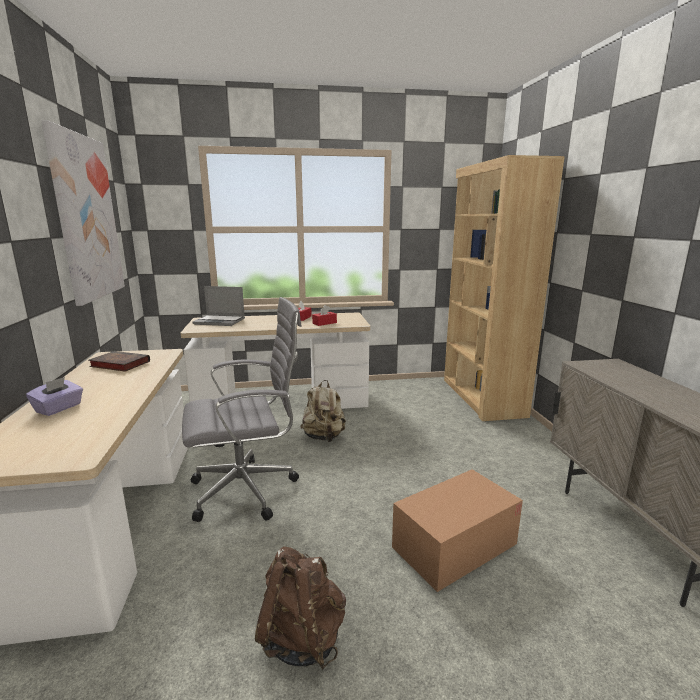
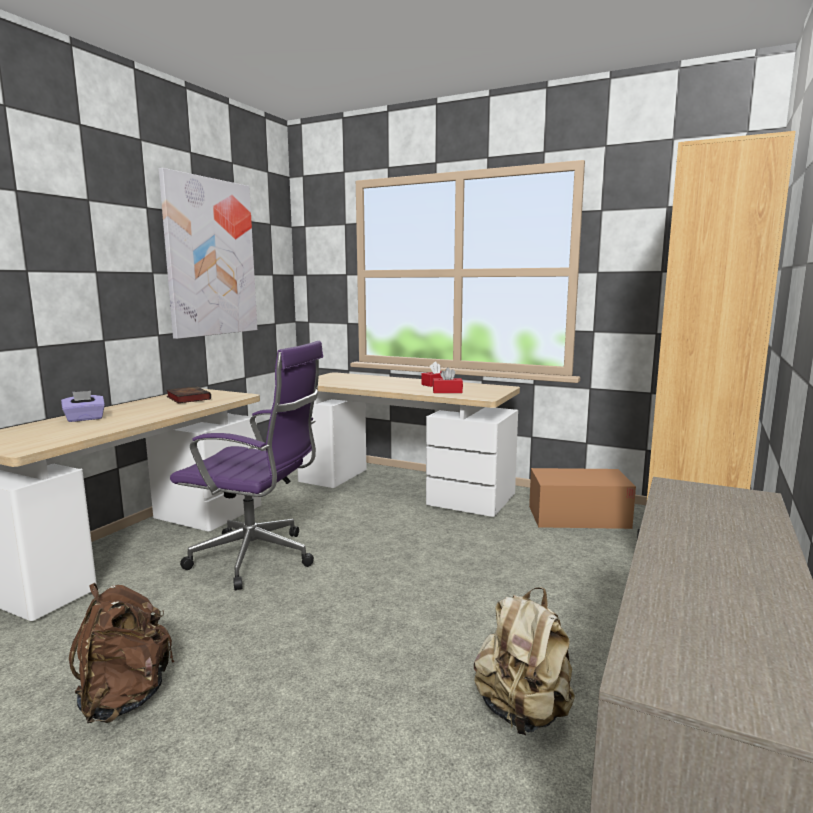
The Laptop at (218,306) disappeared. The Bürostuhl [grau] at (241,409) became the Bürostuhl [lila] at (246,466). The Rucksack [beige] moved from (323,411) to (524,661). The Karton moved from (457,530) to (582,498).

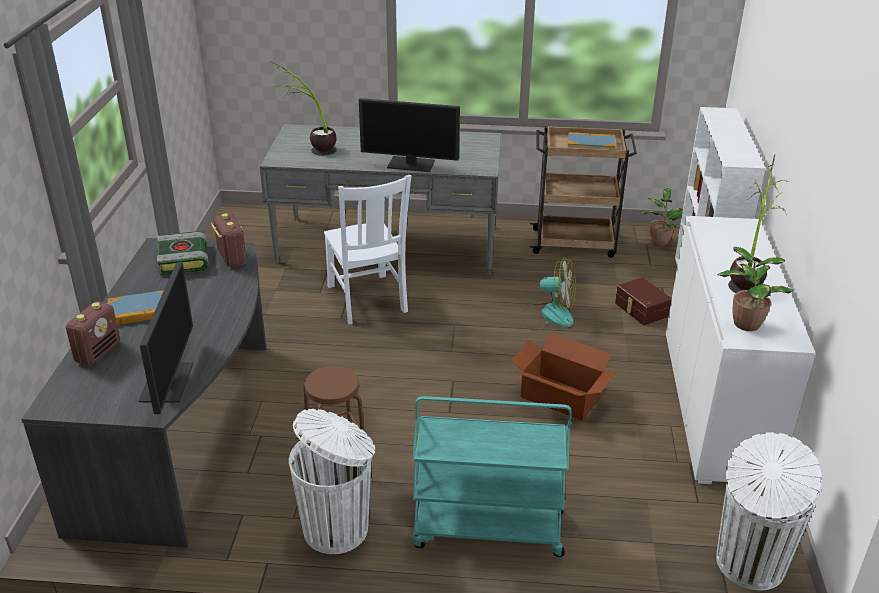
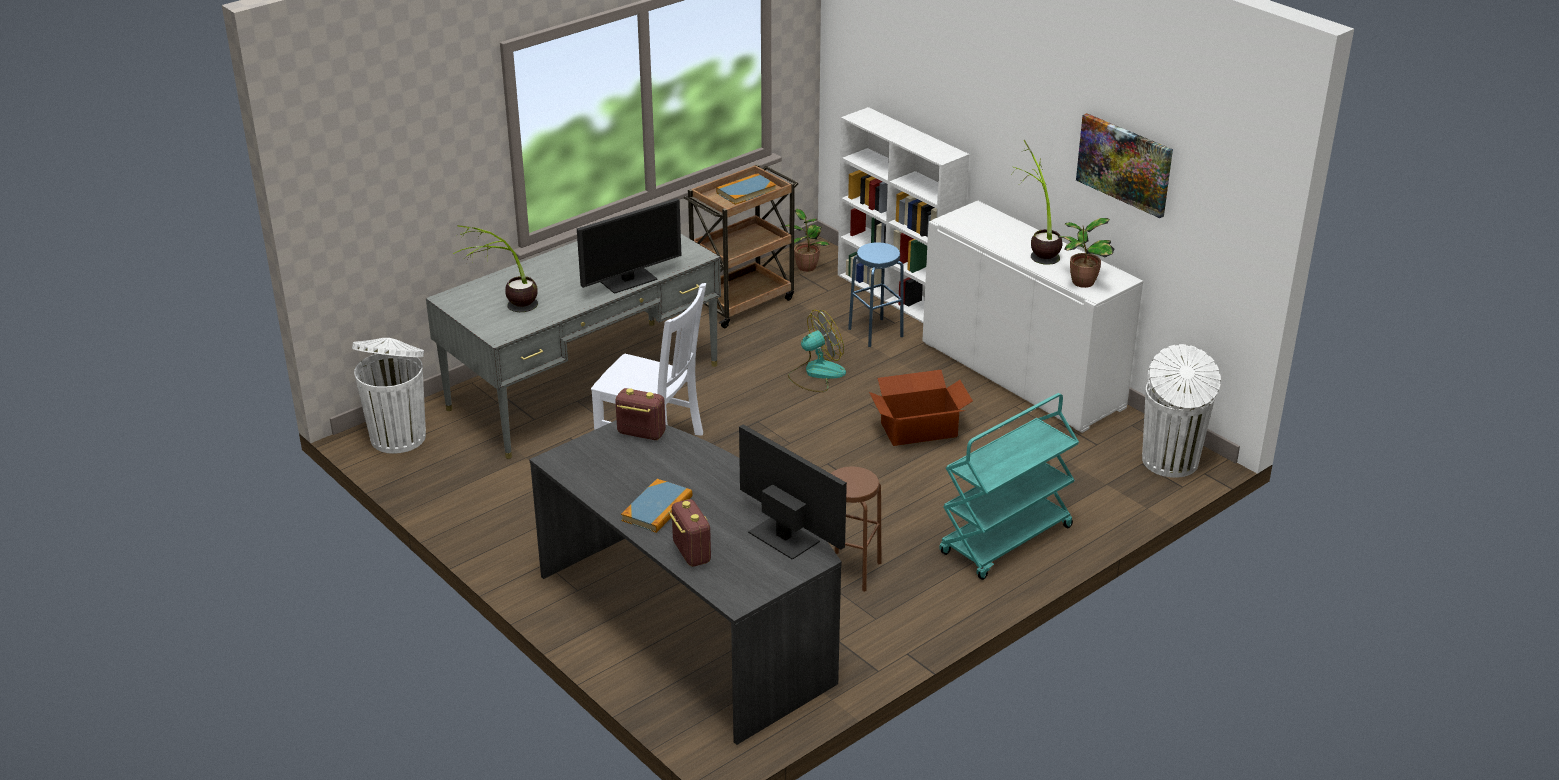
The Buch at (182,253) disappeared. The Aufbewahrungsbox [braun] at (643,301) was replaced by the Hocker [blau] at (875,294). The Mülleimer [weiß] moved from (332,481) to (389,396). The Bild at (1124,165) appeared.

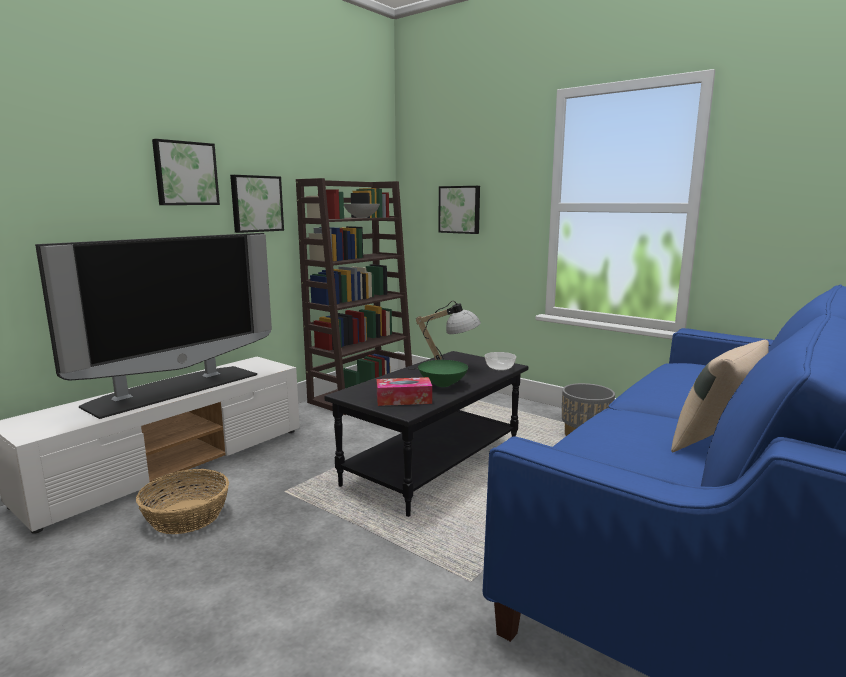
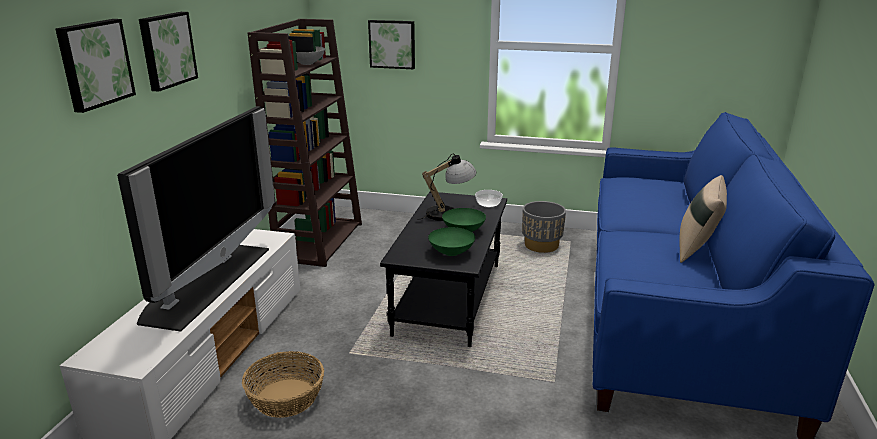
The Bild moved from (257,204) to (95,66). The Taschentuchbox at (404,391) was replaced by the Schüssel [grün] at (451,241).

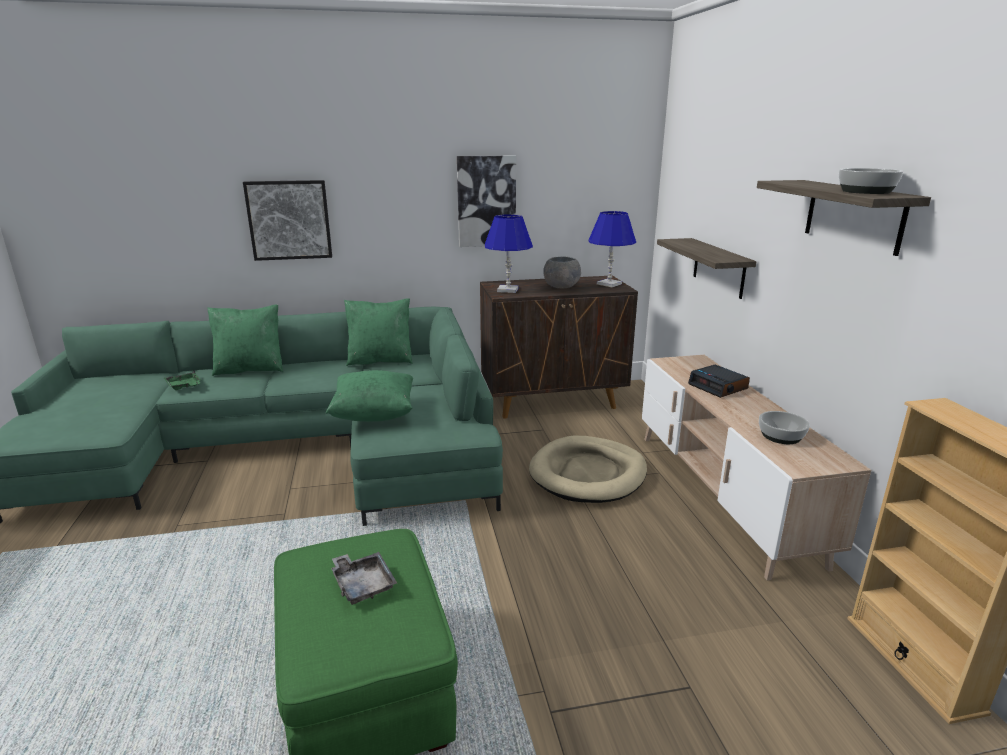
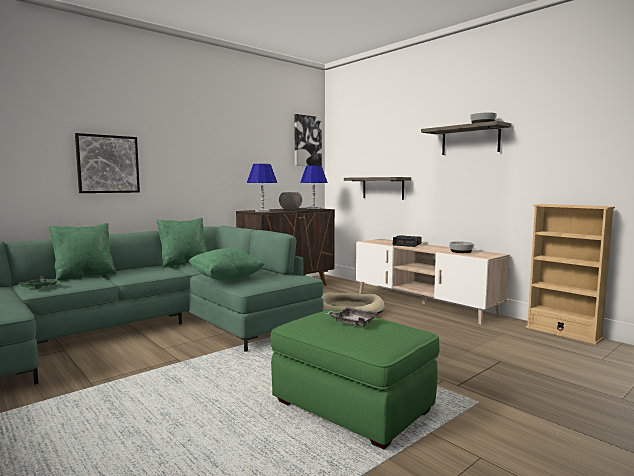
The Bild moved from (486,201) to (308,140).

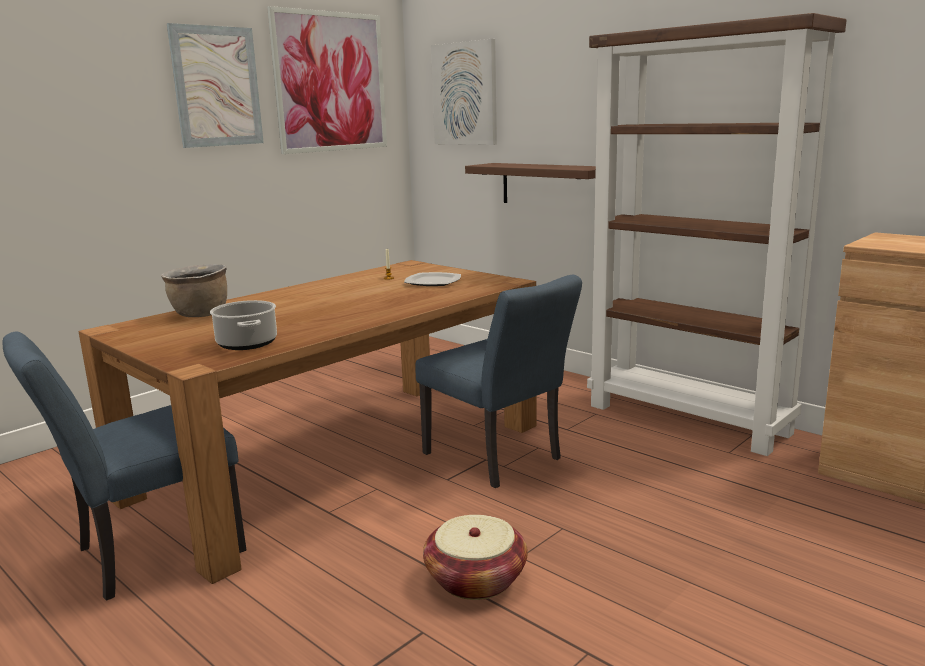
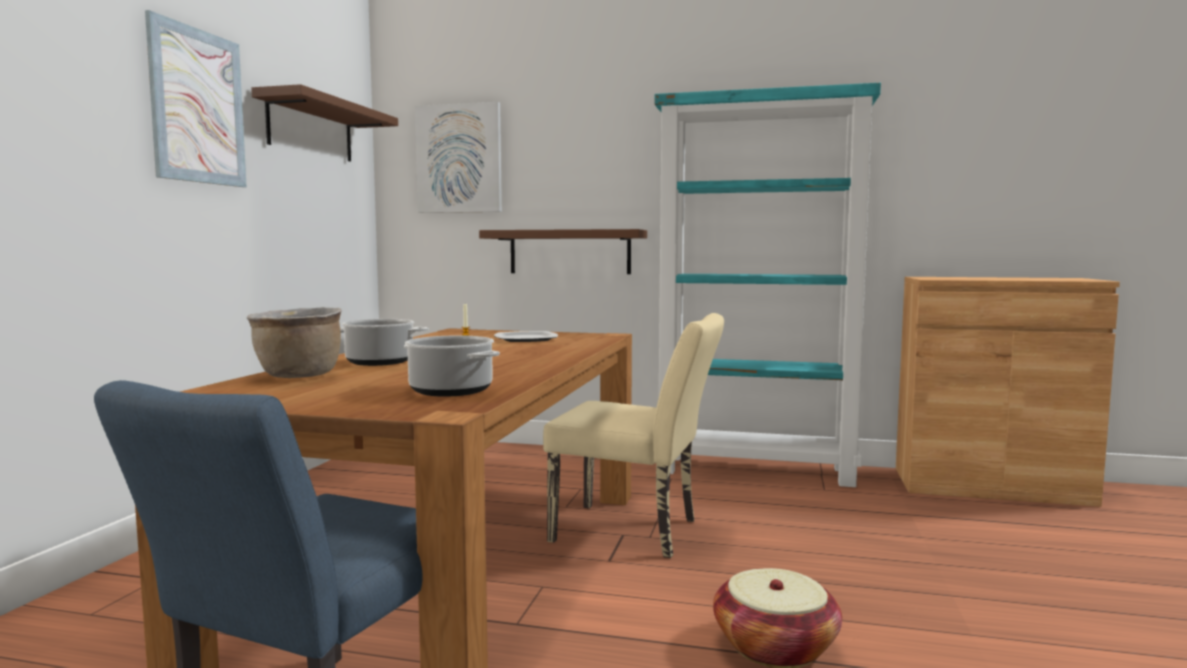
The Bild at (327,80) was replaced by the Wandregal [braun] at (324,122). The Bücherregal [braun] at (717,234) became the Bücherregal [türkis] at (768,285). The Stuhl [blau] at (498,381) became the Stuhl [beige] at (633,435). The Kochtopf at (384,342) appeared.

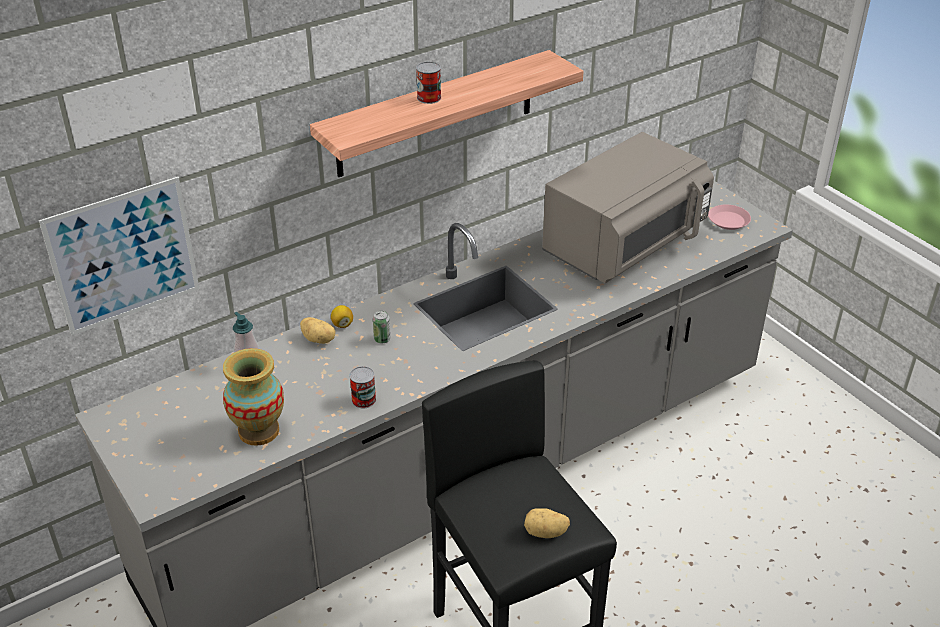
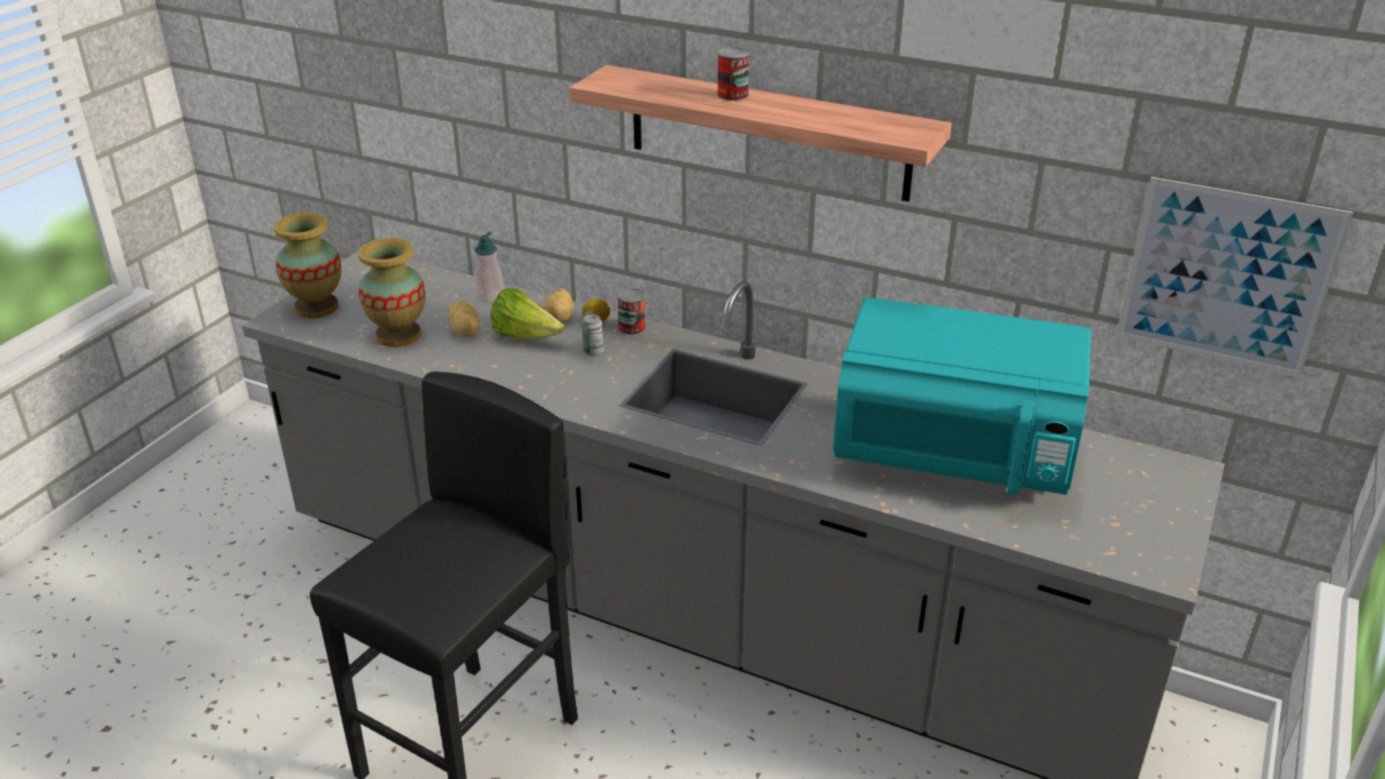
The Mikrowelle [grau] at (628,207) became the Mikrowelle [türkis] at (962,396). The Bild moved from (119,256) to (1234,277). The Teller [rosa] at (729,217) disappeared. The Dose moved from (362,387) to (631,311). The Kartoffel moved from (547,523) to (463,319). The Vase at (307,265) appeared. The Salatkopf at (527,313) appeared.

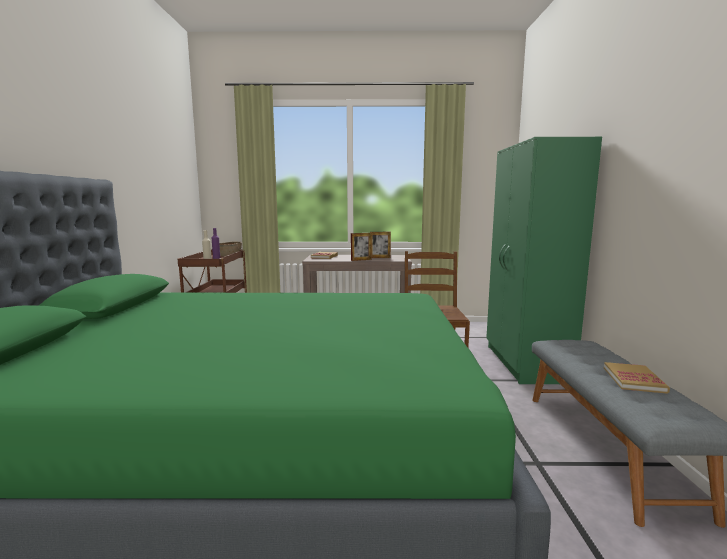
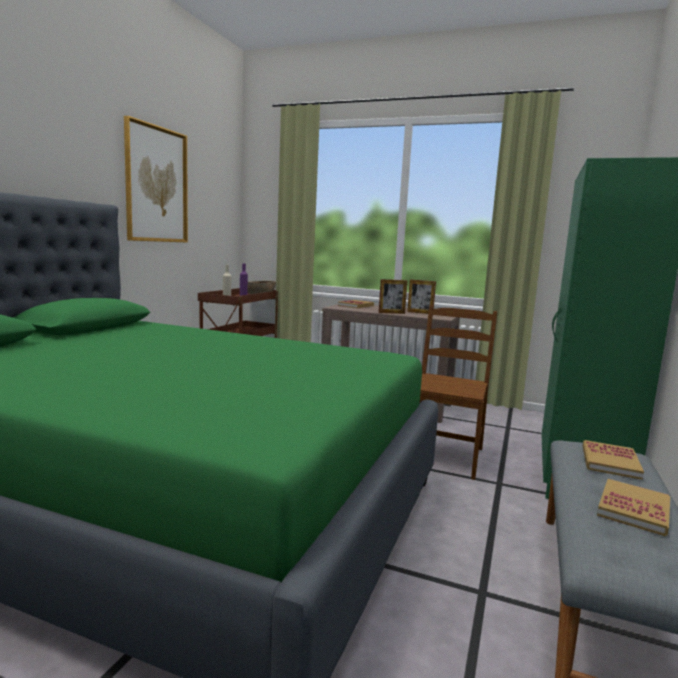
The Bild at (156,179) appeared. The Buch at (613,460) appeared.

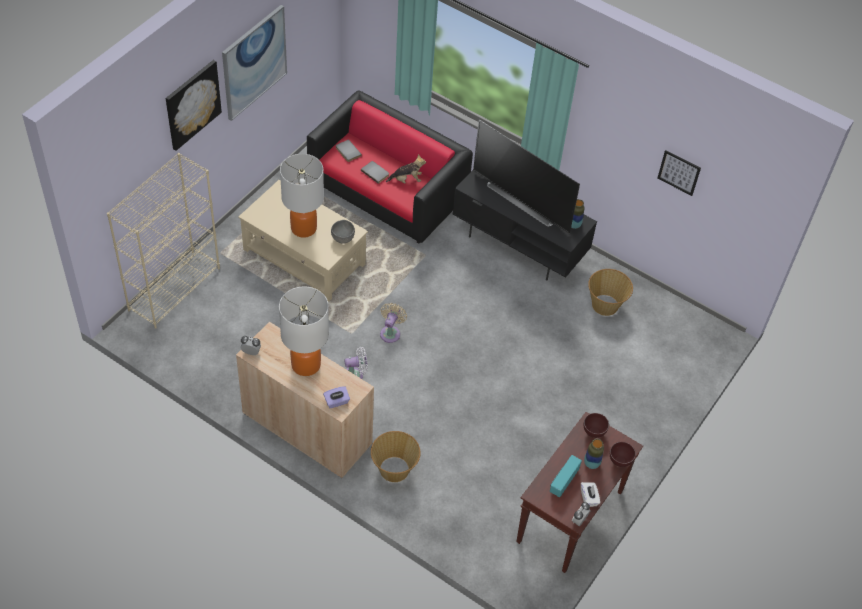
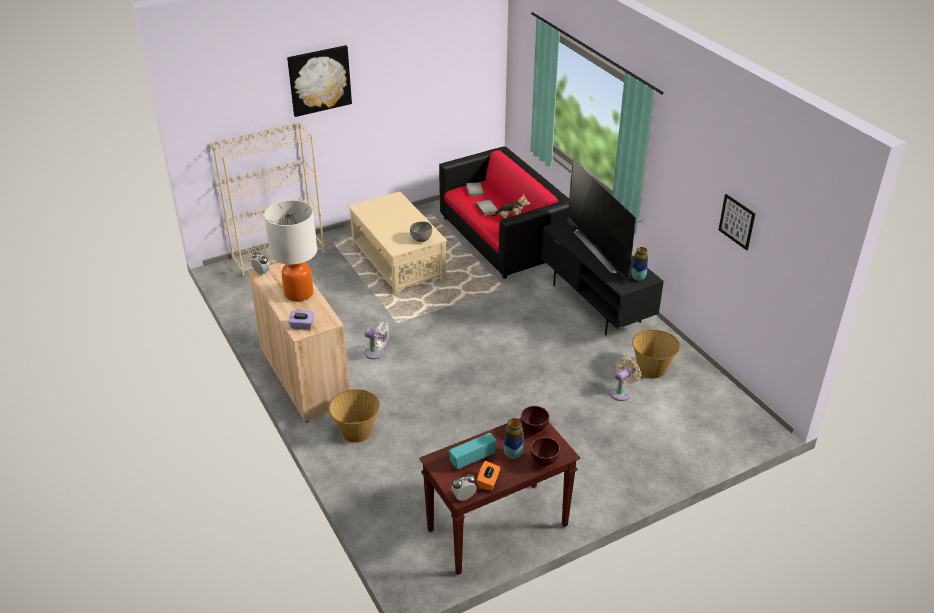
The Bild at (254,63) disappeared. The Tischlampe at (302,196) disappeared. The Ventilator [beige] moved from (393,323) to (625,379). The Taschentuchbox [weiß] at (590,494) became the Taschentuchbox [orange] at (488,476).

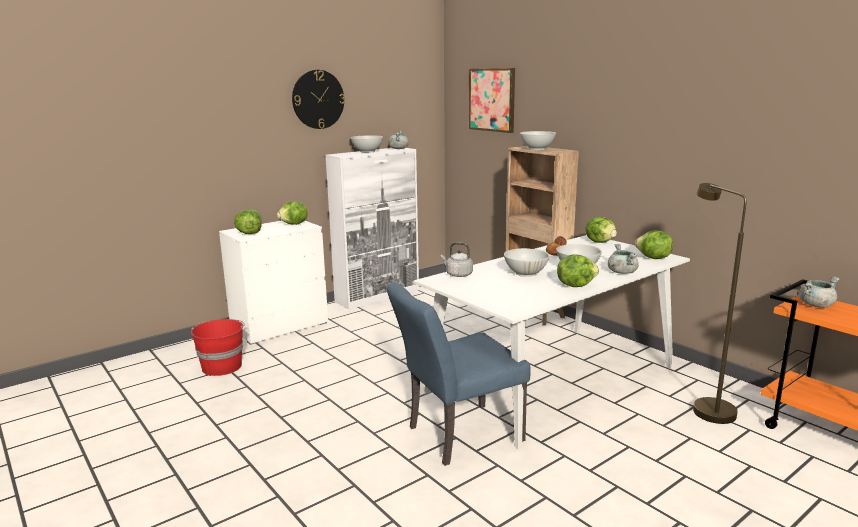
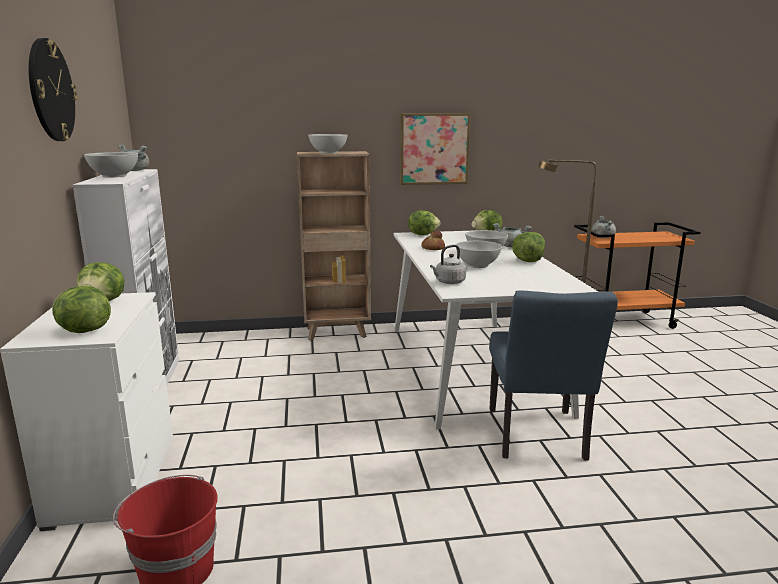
The Bild moved from (492,100) to (435,149).

